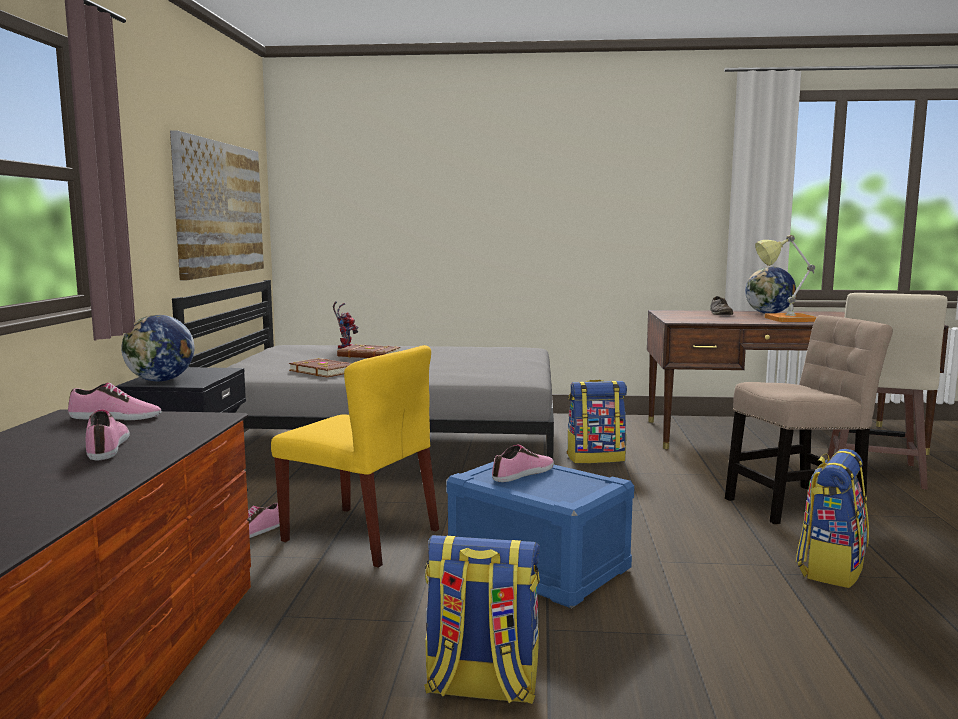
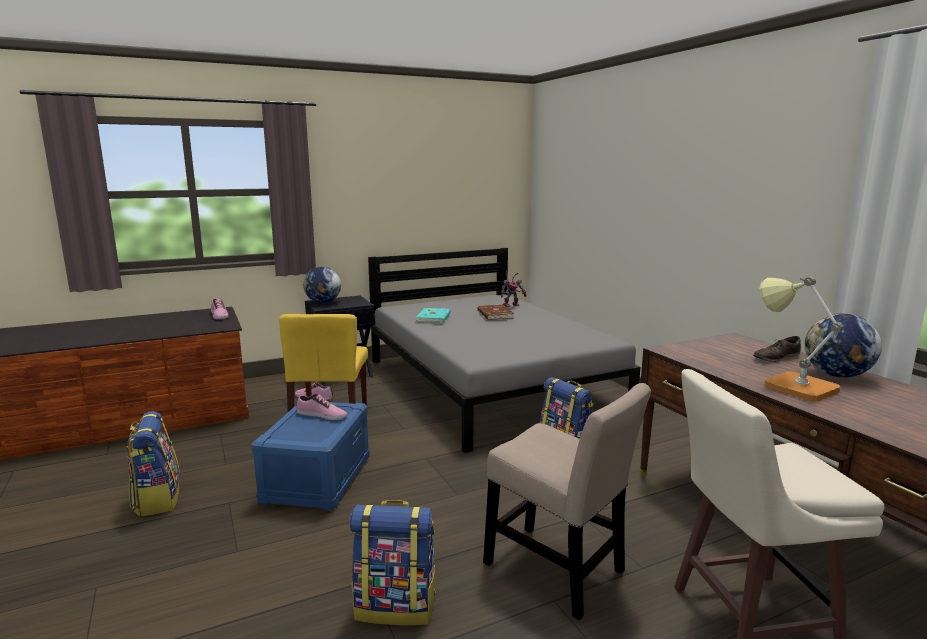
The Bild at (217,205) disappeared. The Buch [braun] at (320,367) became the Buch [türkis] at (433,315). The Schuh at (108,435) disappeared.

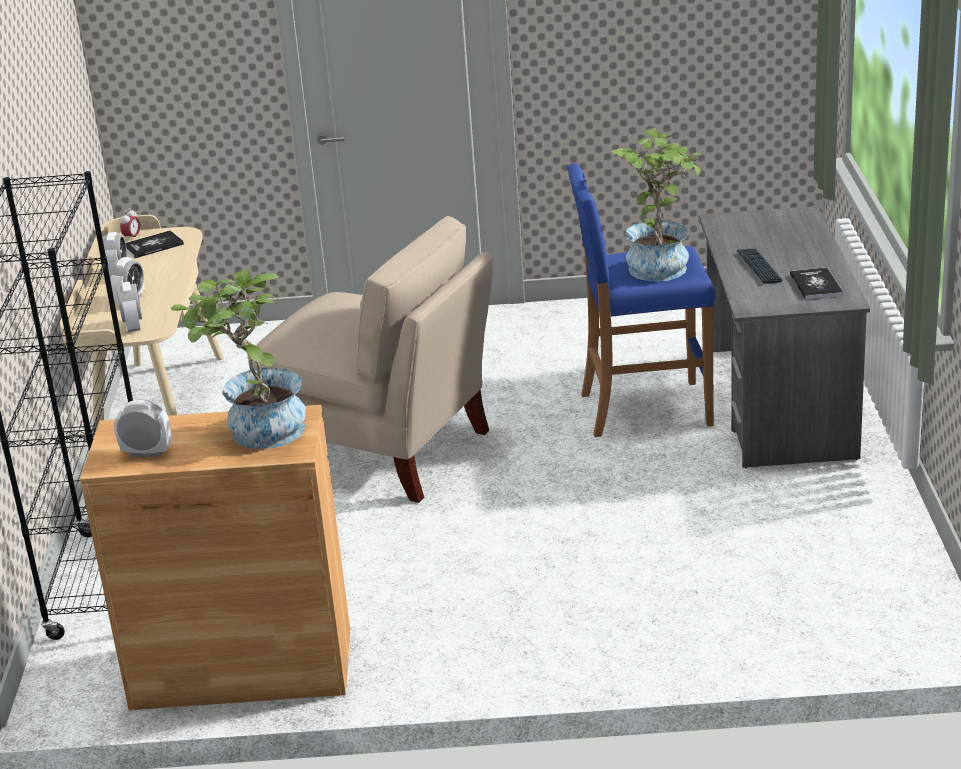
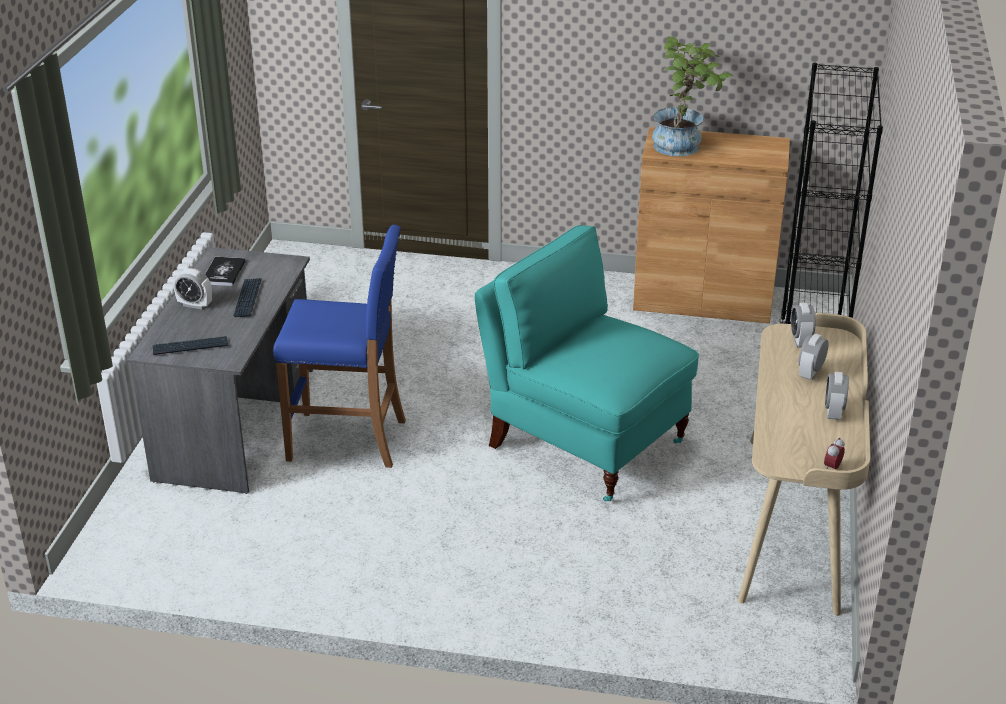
The Topfpflanze at (656,205) disappeared. The Stuhl [beige] at (370,359) became the Stuhl [türkis] at (587,363). The Buch at (155,244) disappeared. The Wecker moved from (142,428) to (192,288). The Tastatur at (190,345) appeared.

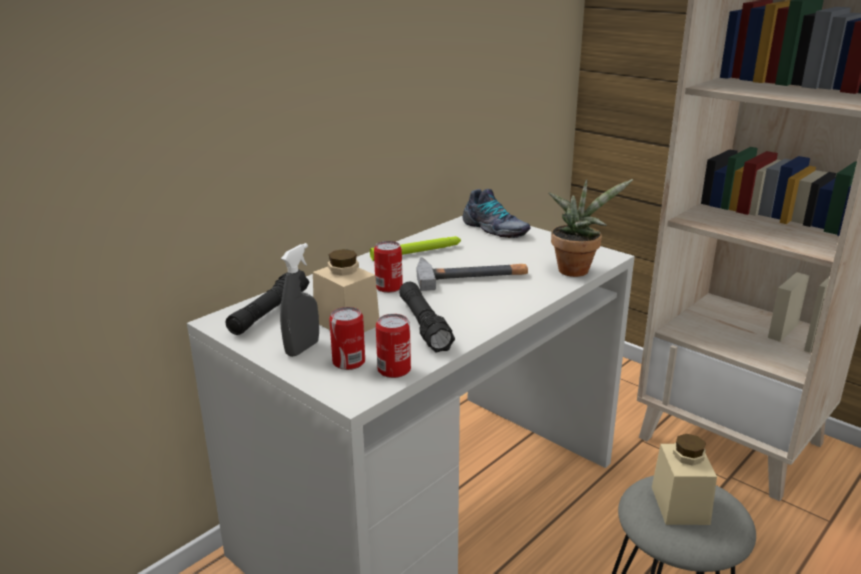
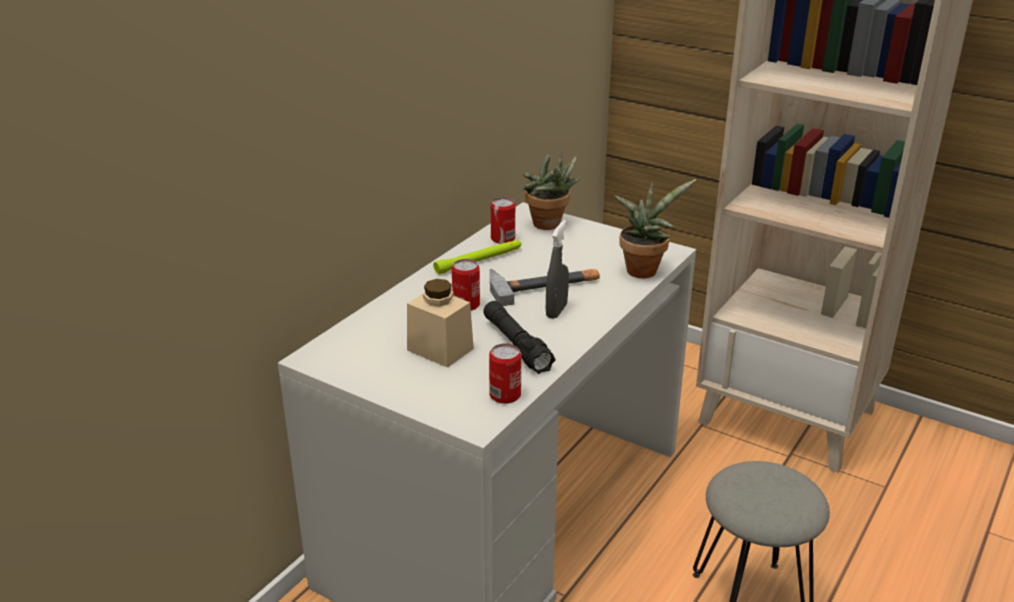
The Schuh at (496,213) was replaced by the Topfpflanze at (551,190). The Sprühflasche [grau] moved from (299,300) to (557,269). The Taschenlampe [schwarz] at (267,303) disappeared. The Dose moved from (347,338) to (503,220). The Vorratsglas [beige] at (684,479) disappeared.

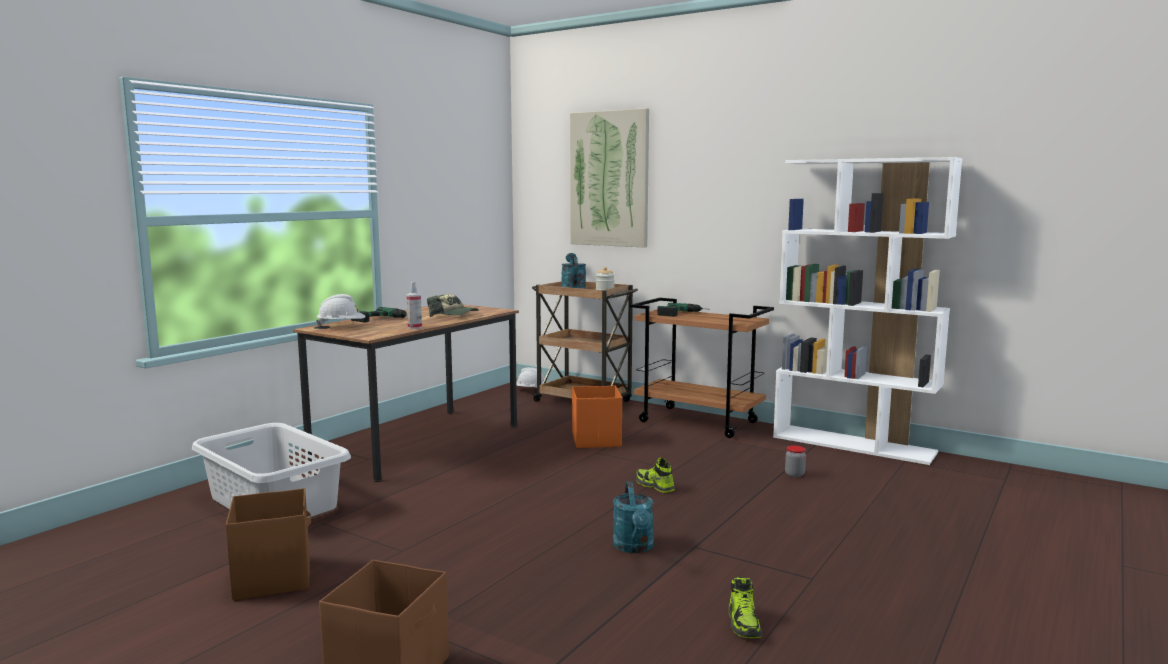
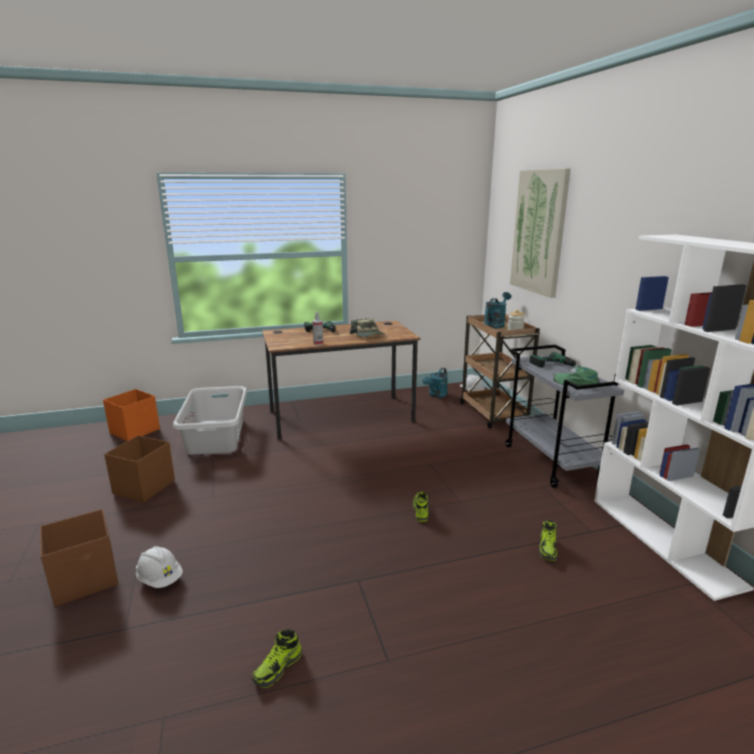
The Schutzhelm [weiß] moved from (341,310) to (159,567). The Rollwagen [braun] at (702,368) became the Rollwagen [grau] at (564,416). The Aufbewahrungsbox [orange] moved from (597,417) to (131,415). The Vorratsglas at (795,462) was replaced by the Schuh at (548,540). The Gießkanne [türkis] moved from (633,517) to (435,383). The Kappe [grün] at (576,376) appeared.

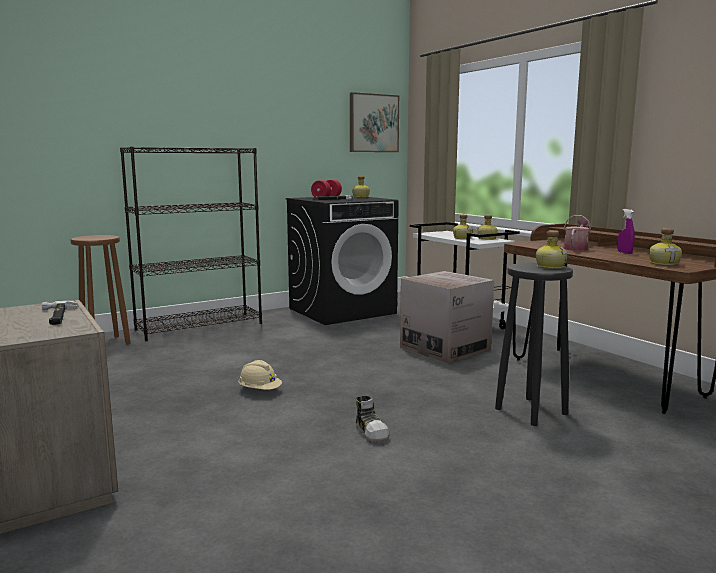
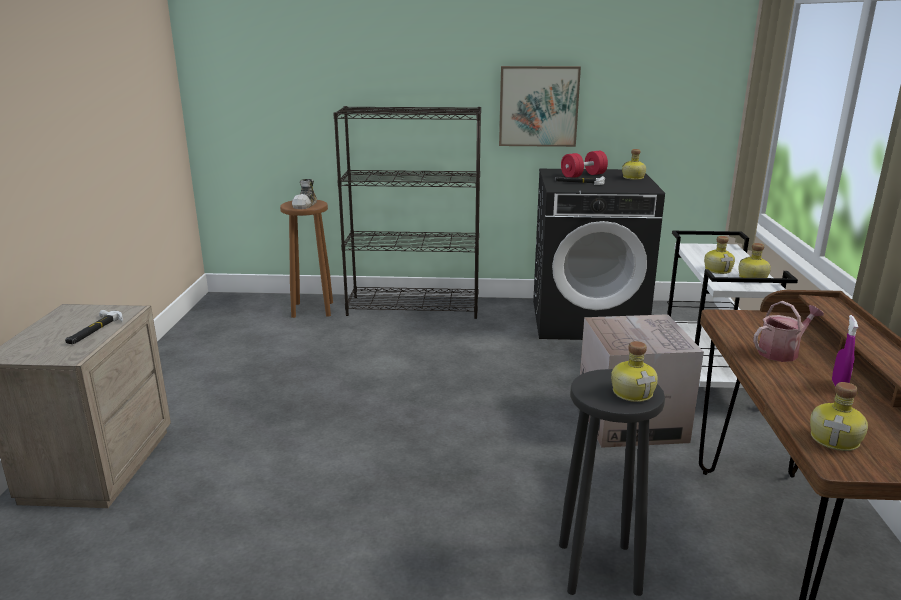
The Bild moved from (374,122) to (540,106). The Schutzhelm [beige] at (260,375) disappeared. The Schuh moved from (373,420) to (304,194).

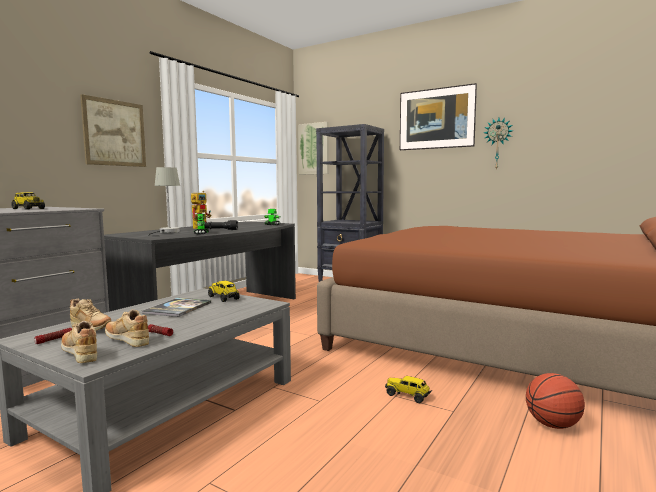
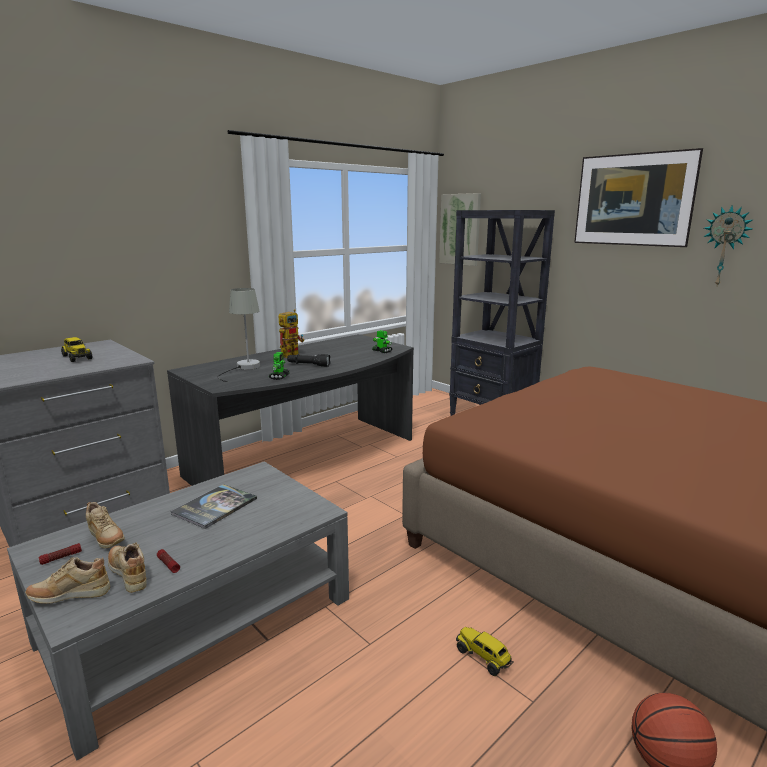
The Bild at (113,130) disappeared. The Spielzeuglaster at (224,291) disappeared. The Schuh [beige] at (79,342) turned 75 degrees counterclockwise.

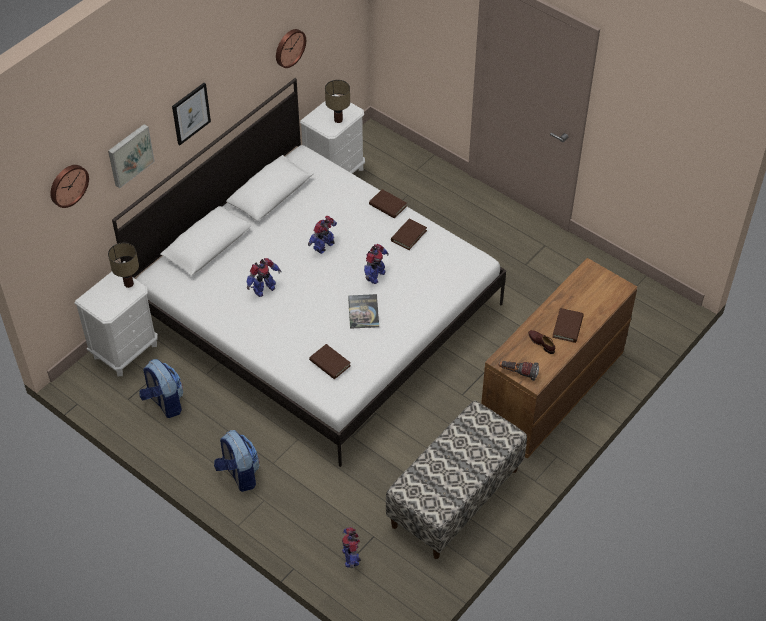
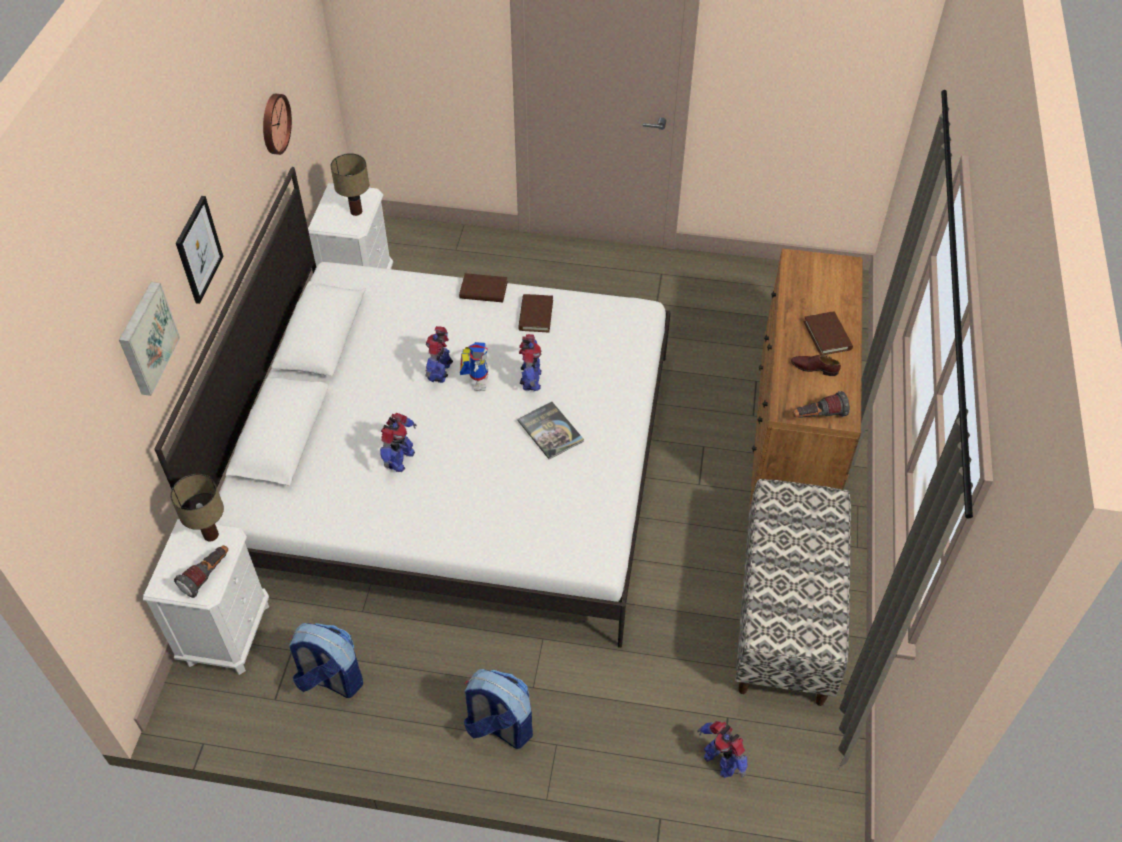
The Wanduhr at (69,186) disappeared. The Buch [braun] at (330,361) disappeared. The Spielzeugroboter at (474,366) appeared. The Taschenlampe at (201,571) appeared.

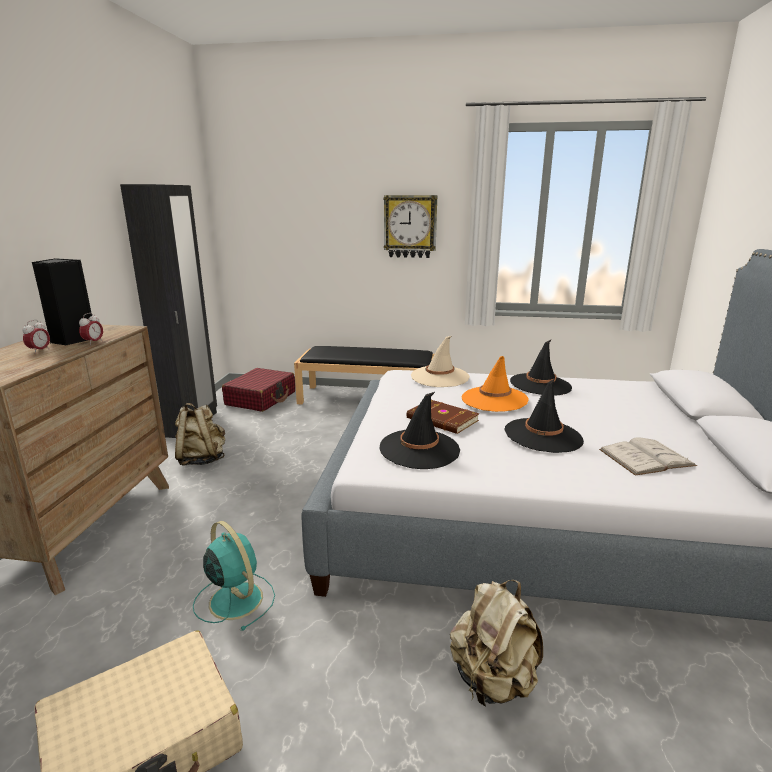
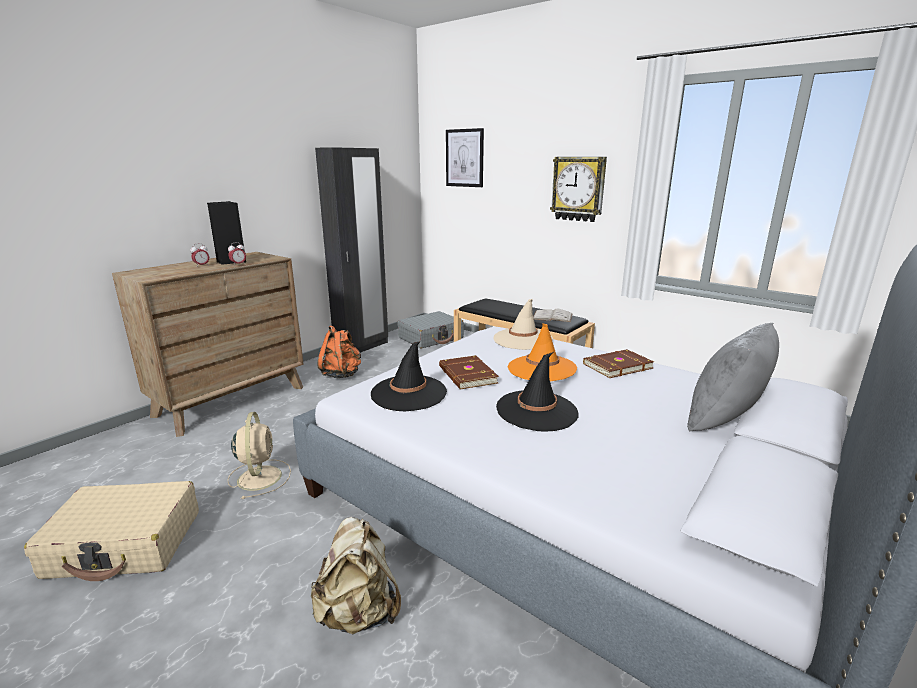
The Hut [schwarz] at (541,367) was replaced by the Buch [braun] at (618,363). The Koffer [rot] at (258,390) became the Koffer [grau] at (431,329). The Rucksack [beige] at (200,434) became the Rucksack [orange] at (339,351). The Buch [weiß] moved from (648,456) to (552,315). The Ventilator [türkis] at (234,576) became the Ventilator [beige] at (259,455). The Bild at (465,157) appeared. The Kissen [grau] at (733,377) appeared.

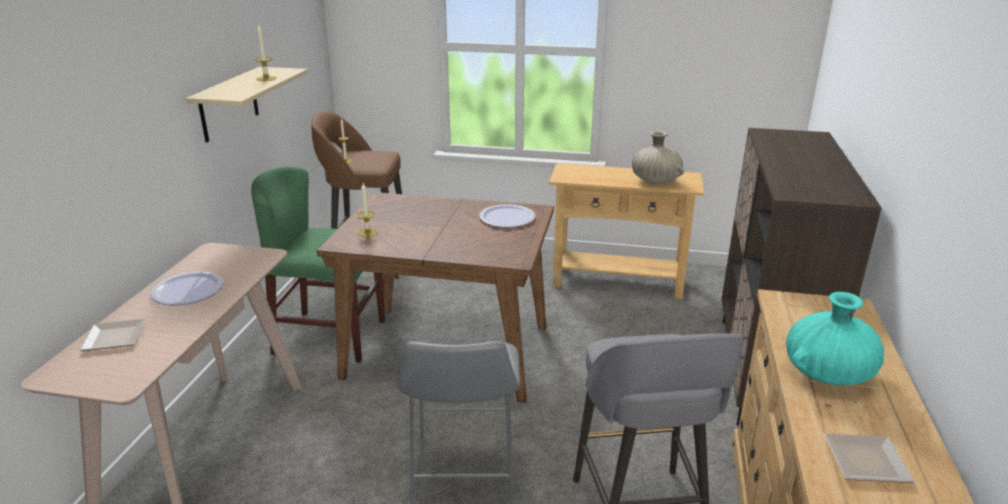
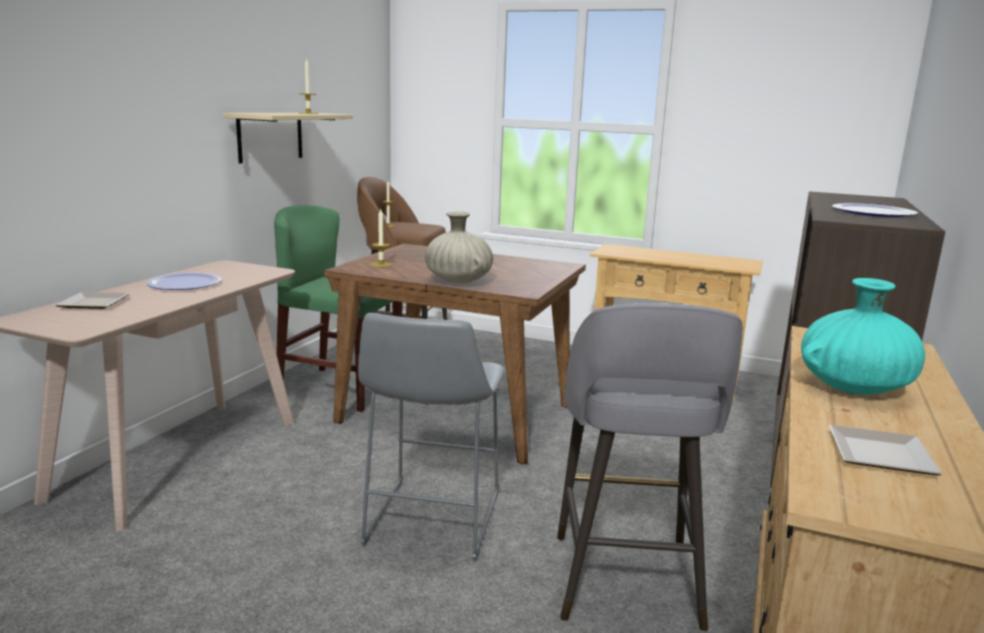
The Vase [beige] moved from (658,157) to (459,247). The Teller moved from (507,216) to (875,210).

